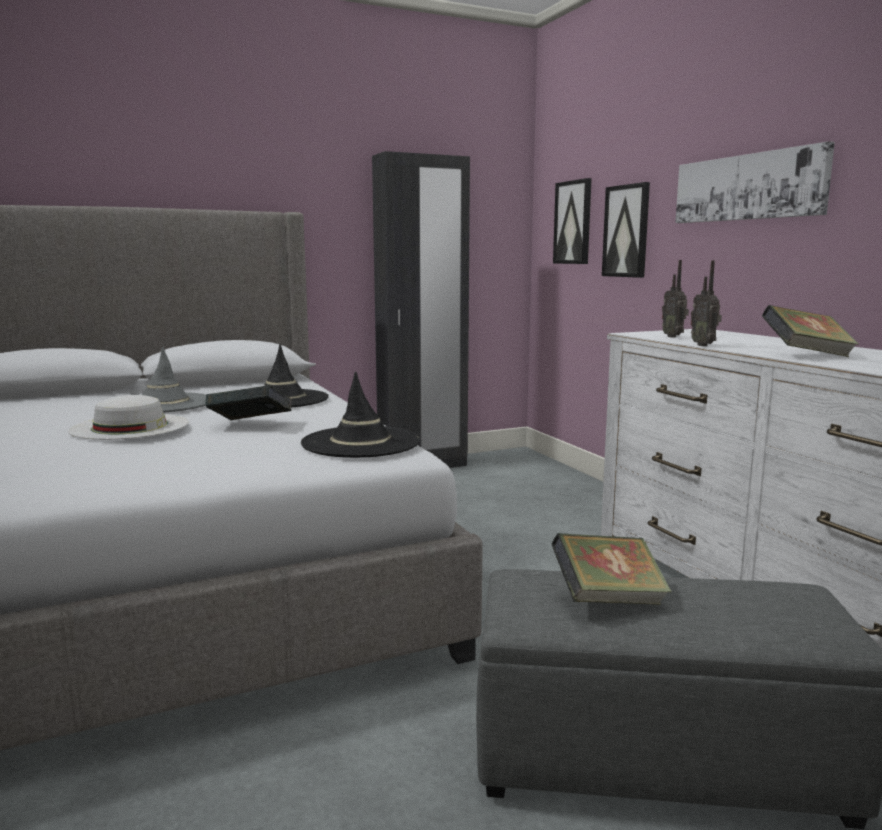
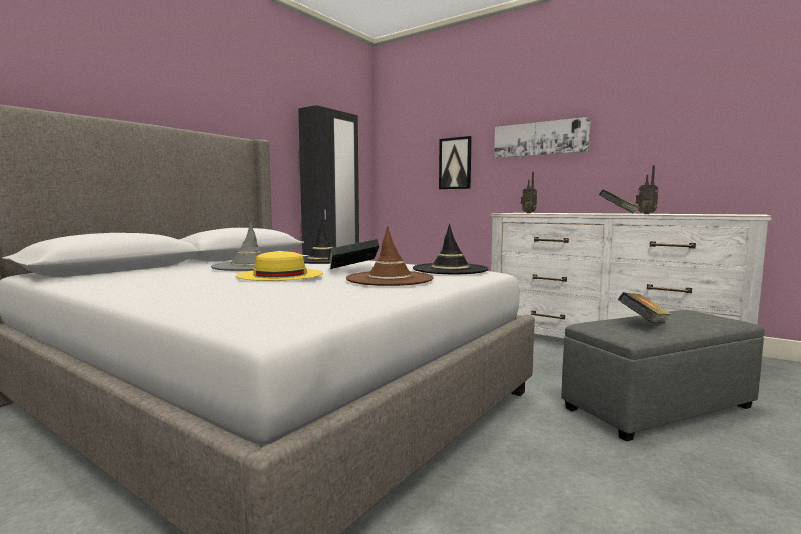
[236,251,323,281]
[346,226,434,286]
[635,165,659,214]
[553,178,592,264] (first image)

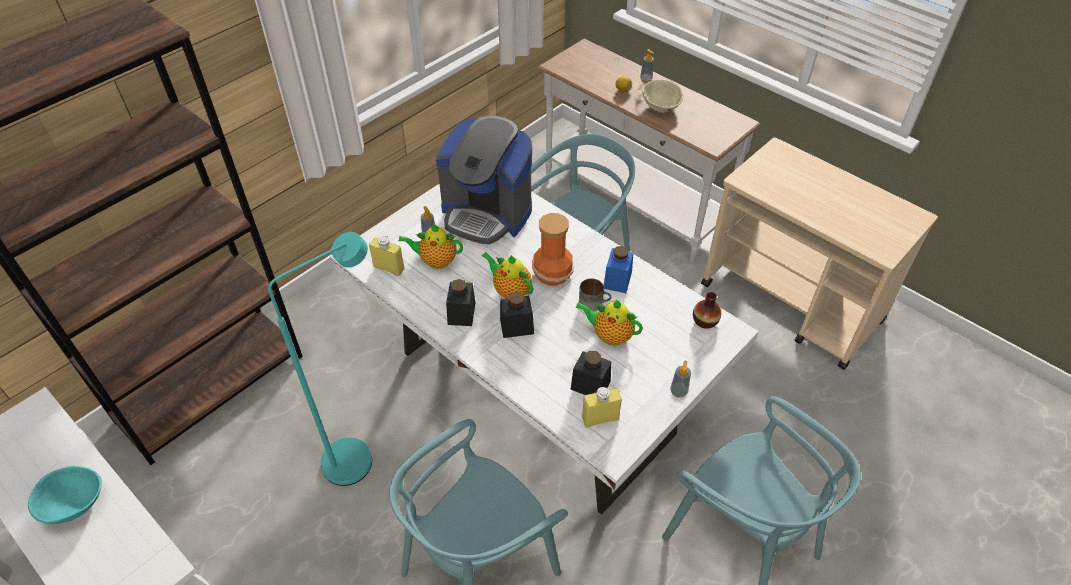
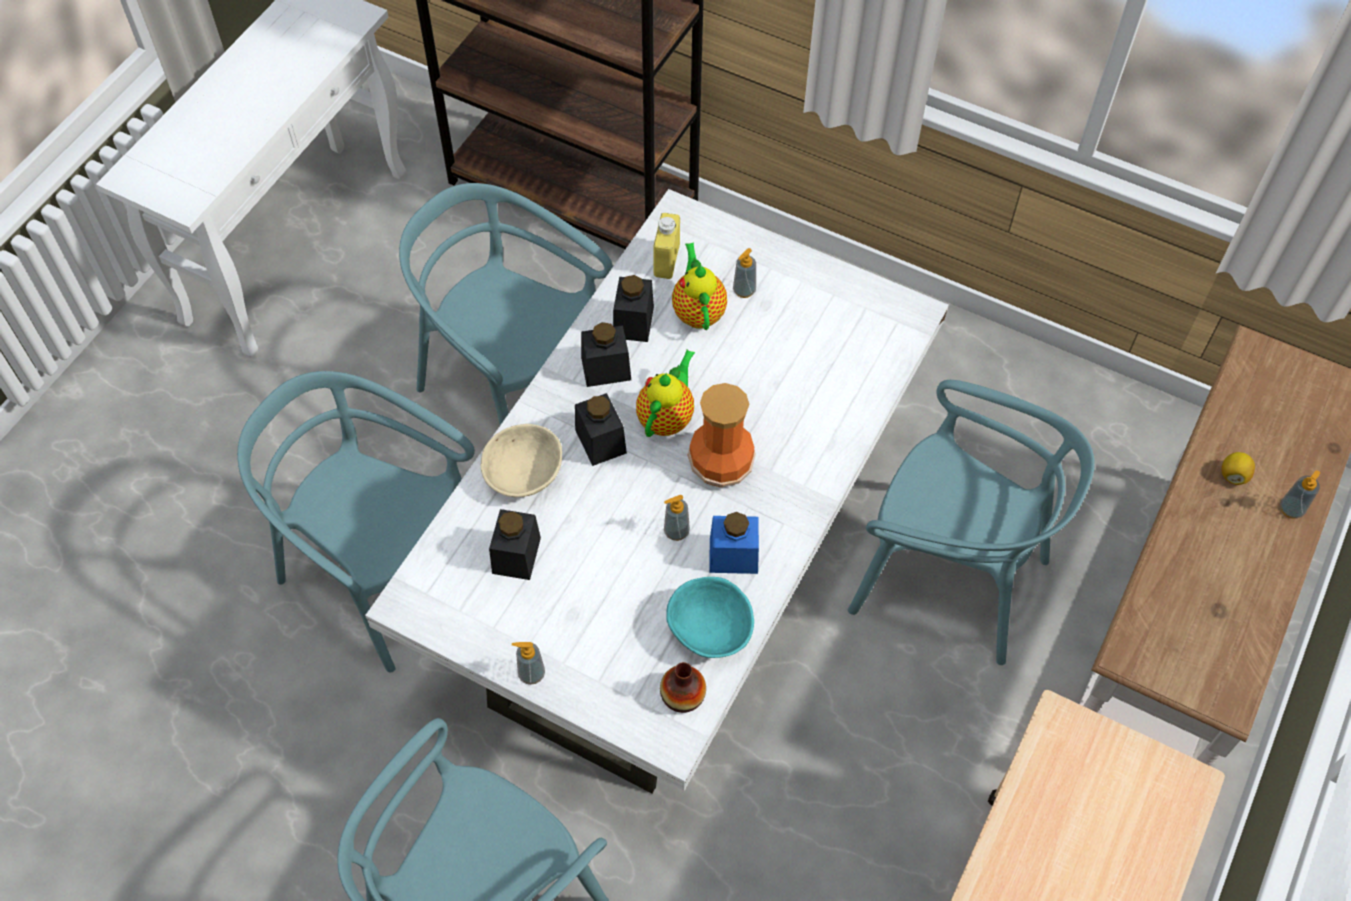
[399,183,613,425]
[480,424,562,497]
[613,275,654,342]
[664,495,690,541]
[666,577,754,658]
[436,116,532,244] (first image)
[576,299,643,346] (first image)
[582,387,622,428] (first image)

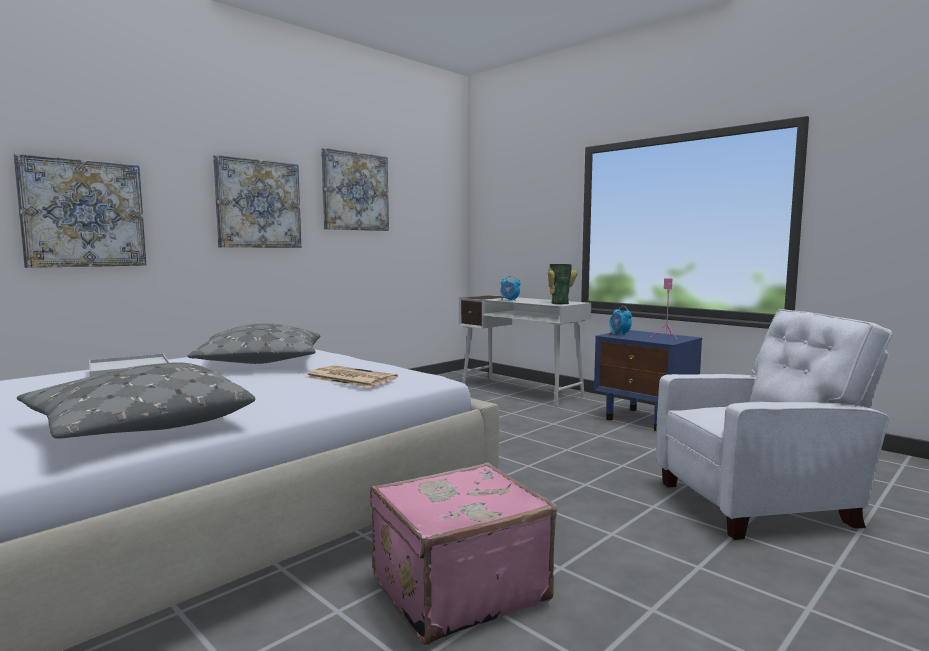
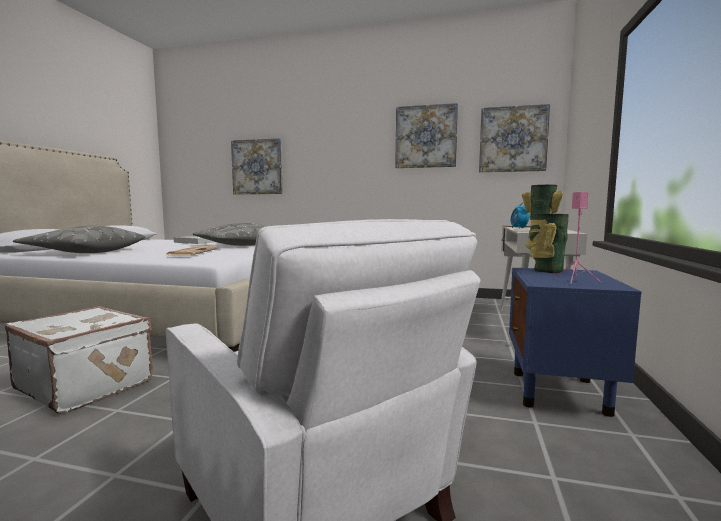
[5,306,153,414]
[479,104,550,172]
[526,214,569,273]

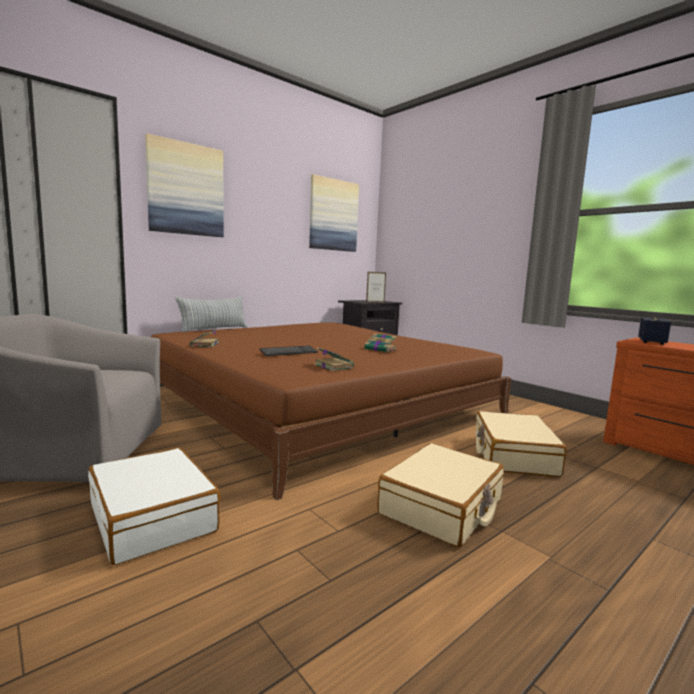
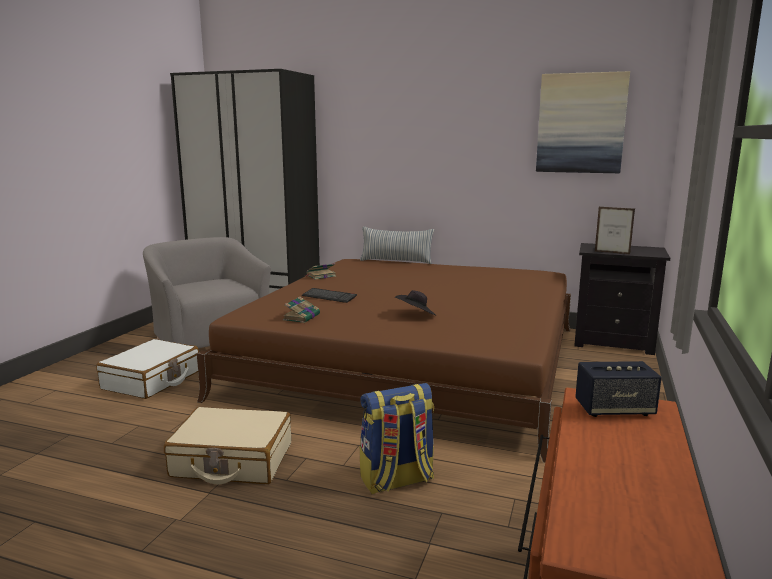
[360,383,434,494]
[395,290,436,315]
[145,134,224,237] (first image)

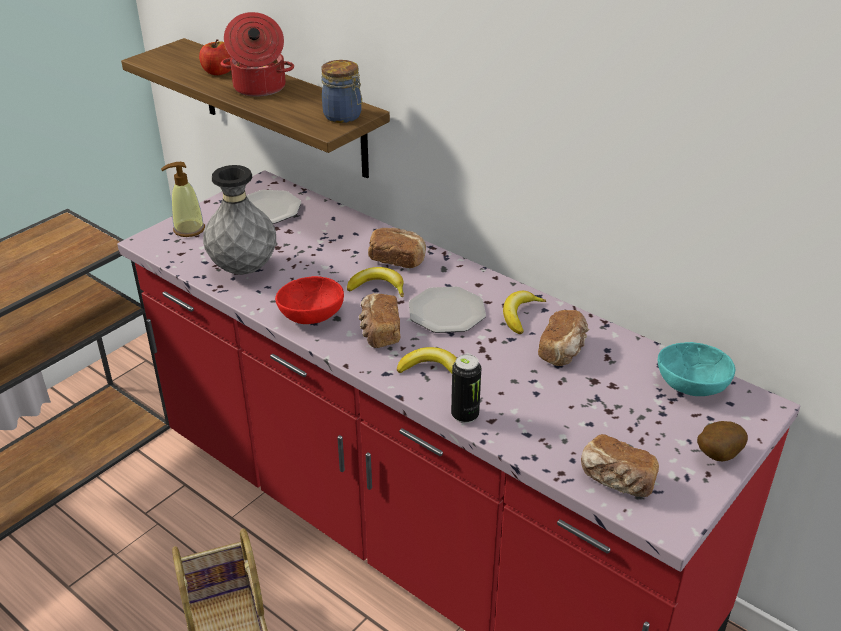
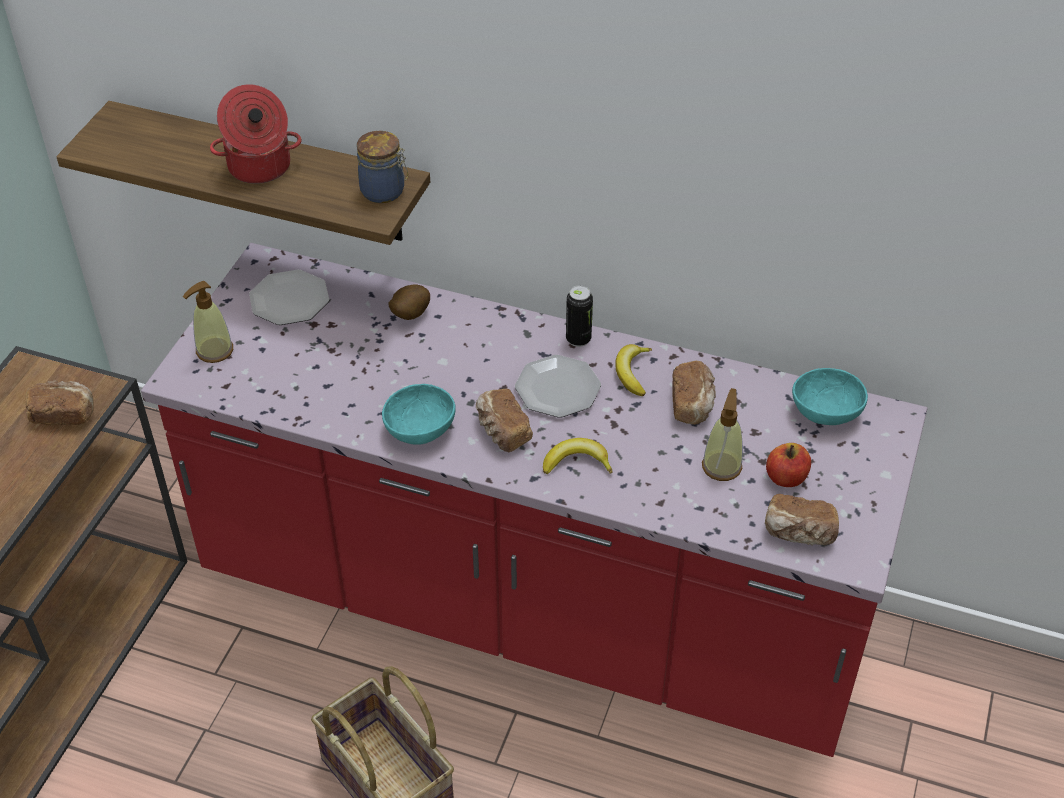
[25,380,94,425]
[382,384,456,445]
[389,284,430,320]
[566,285,593,347]
[702,388,743,481]
[766,443,811,487]
[203,165,276,275] (first image)
[347,267,404,297] (first image)

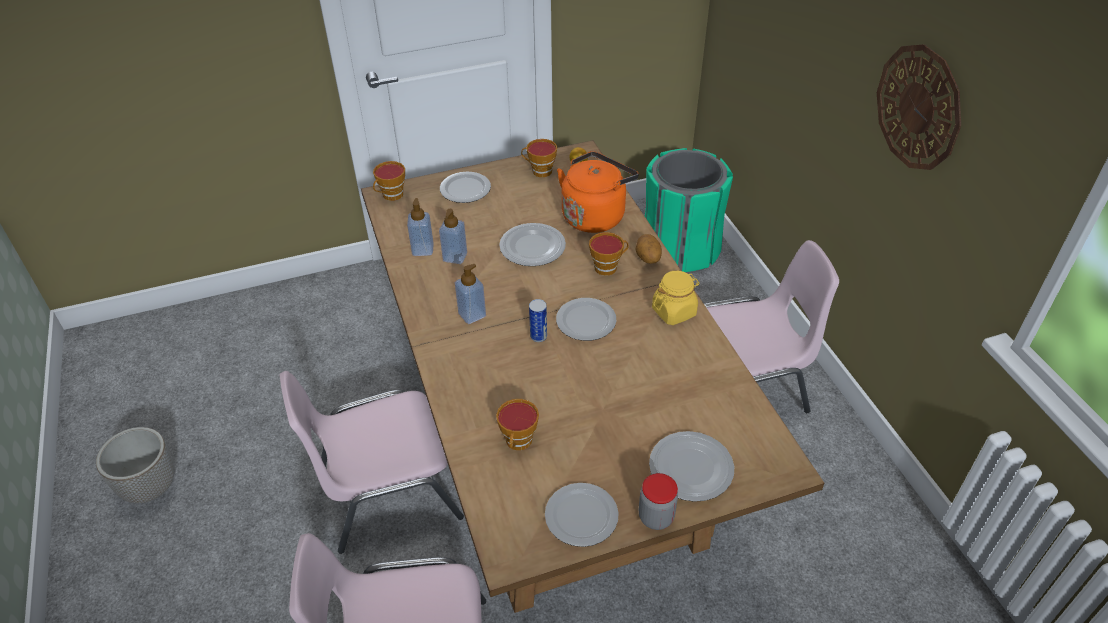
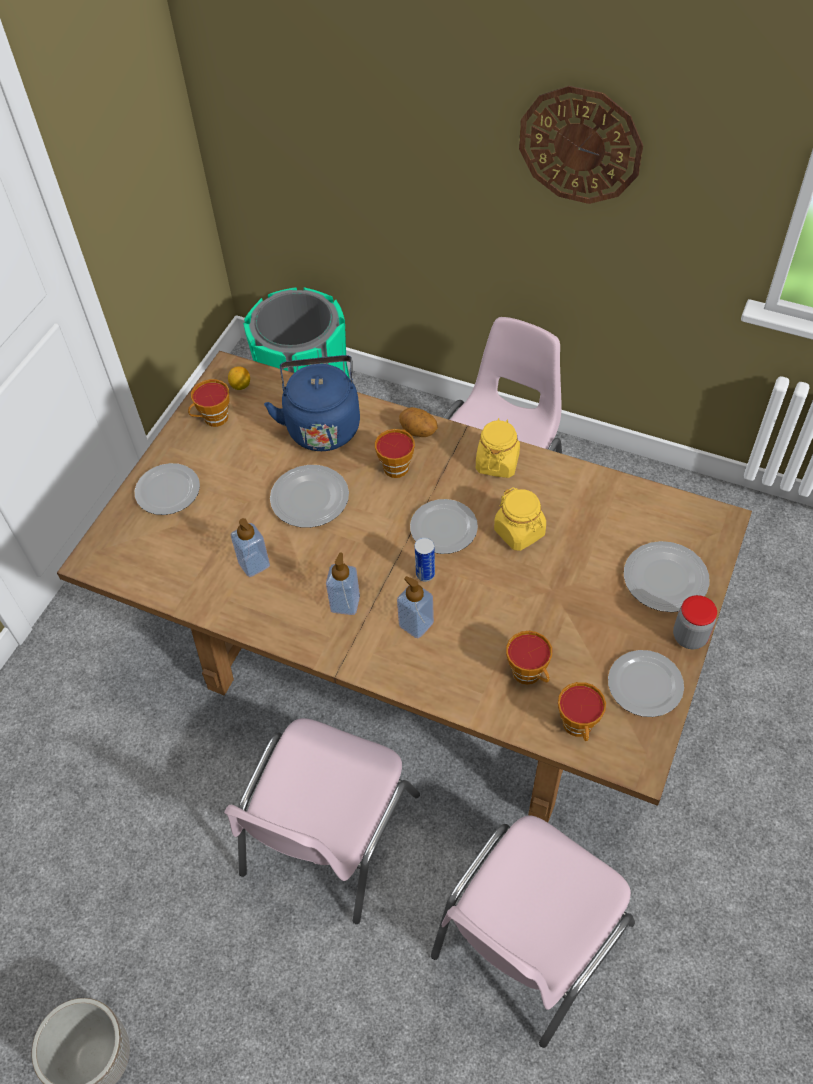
[264,355,360,451]
[397,576,434,638]
[494,487,546,551]
[558,682,606,741]

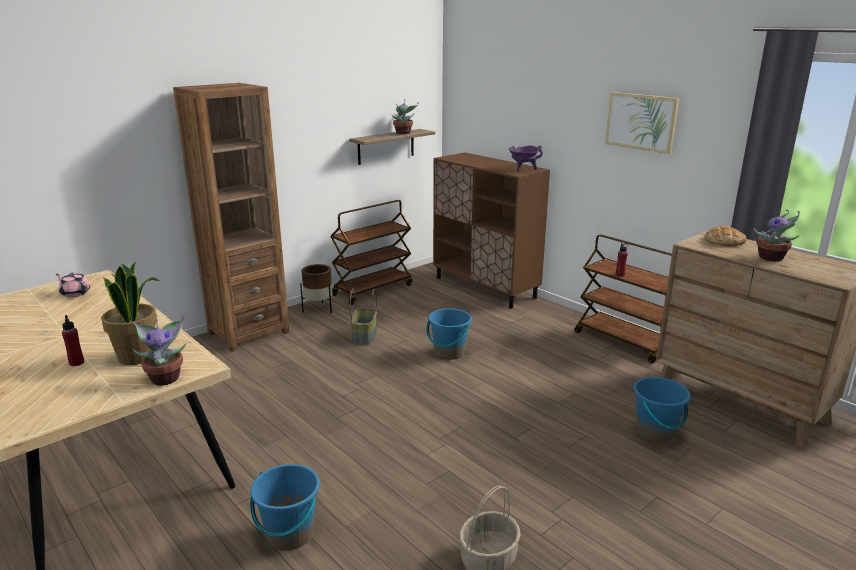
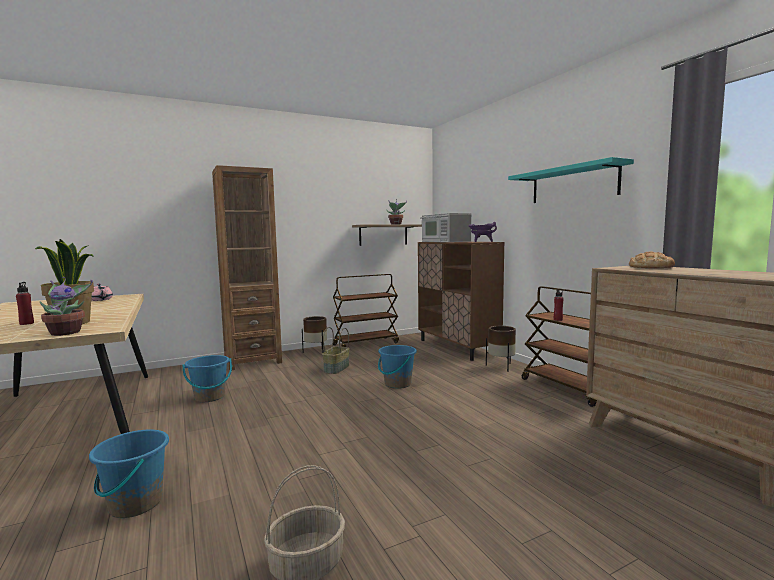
[182,355,232,402]
[420,213,471,242]
[486,326,516,372]
[508,157,634,203]
[753,210,800,261] (first image)

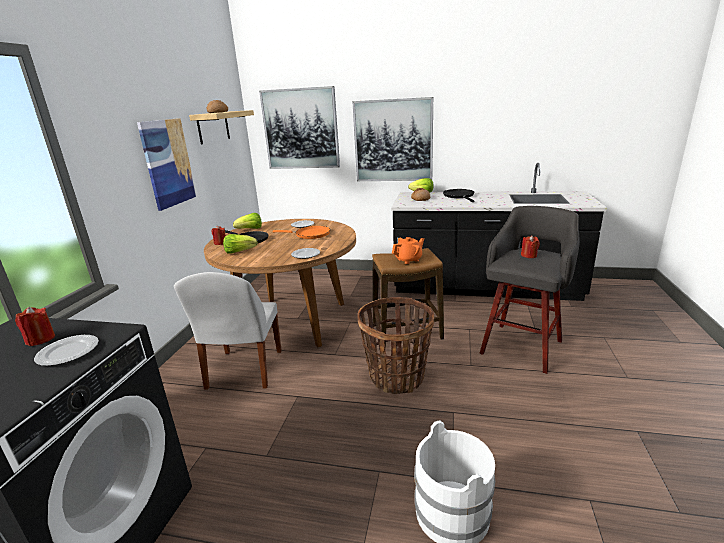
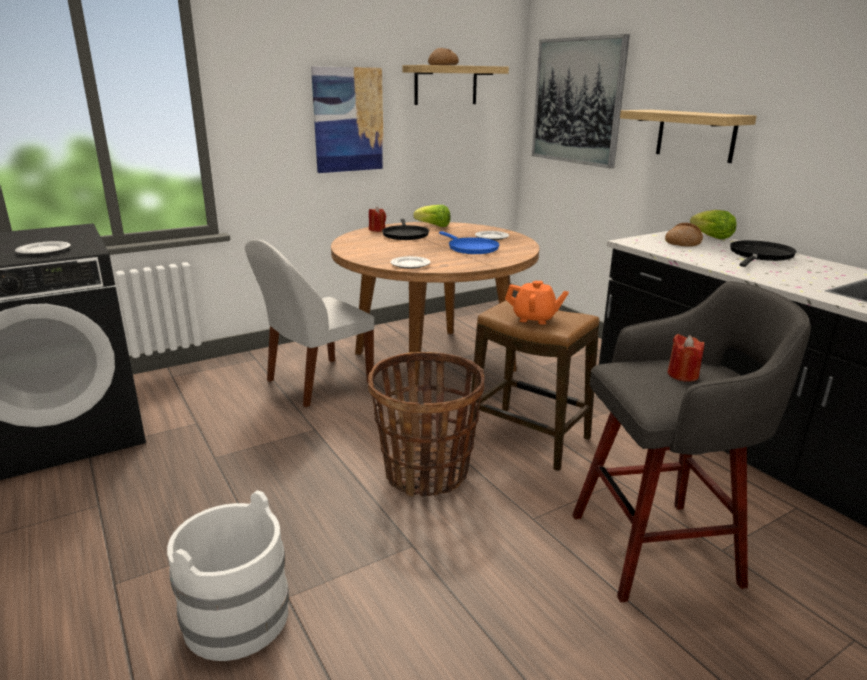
[439,231,500,254]
[620,110,757,163]
[15,307,55,346] (first image)
[223,234,257,254] (first image)

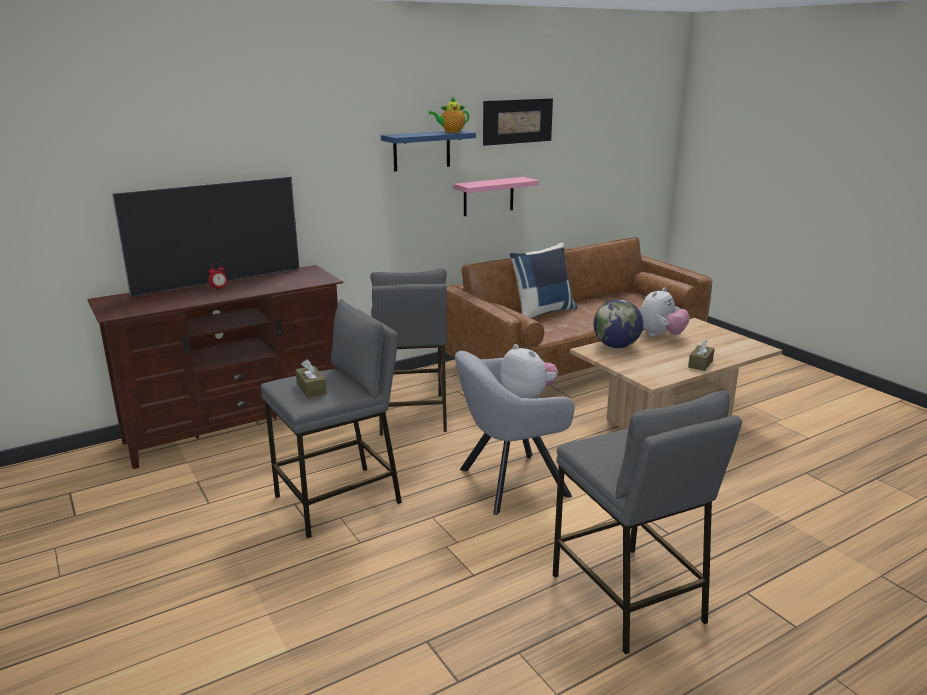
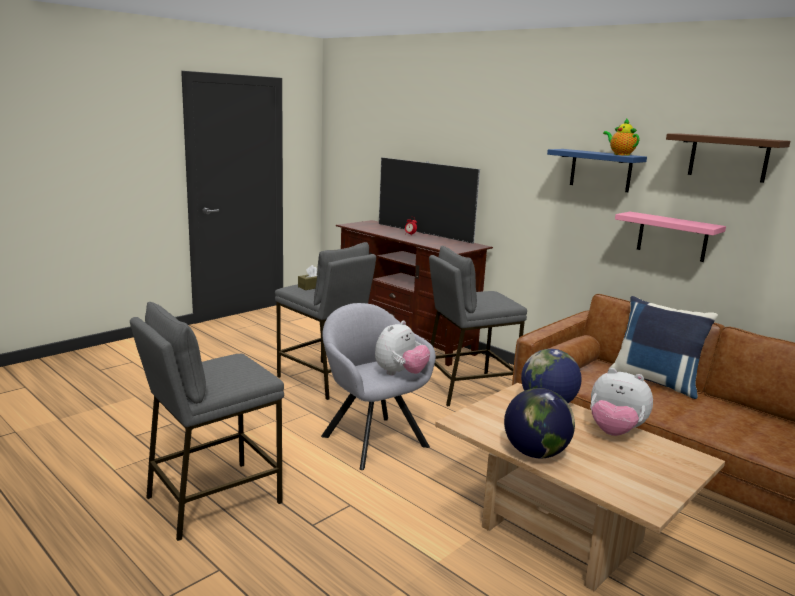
[504,388,575,458]
[666,134,790,183]

